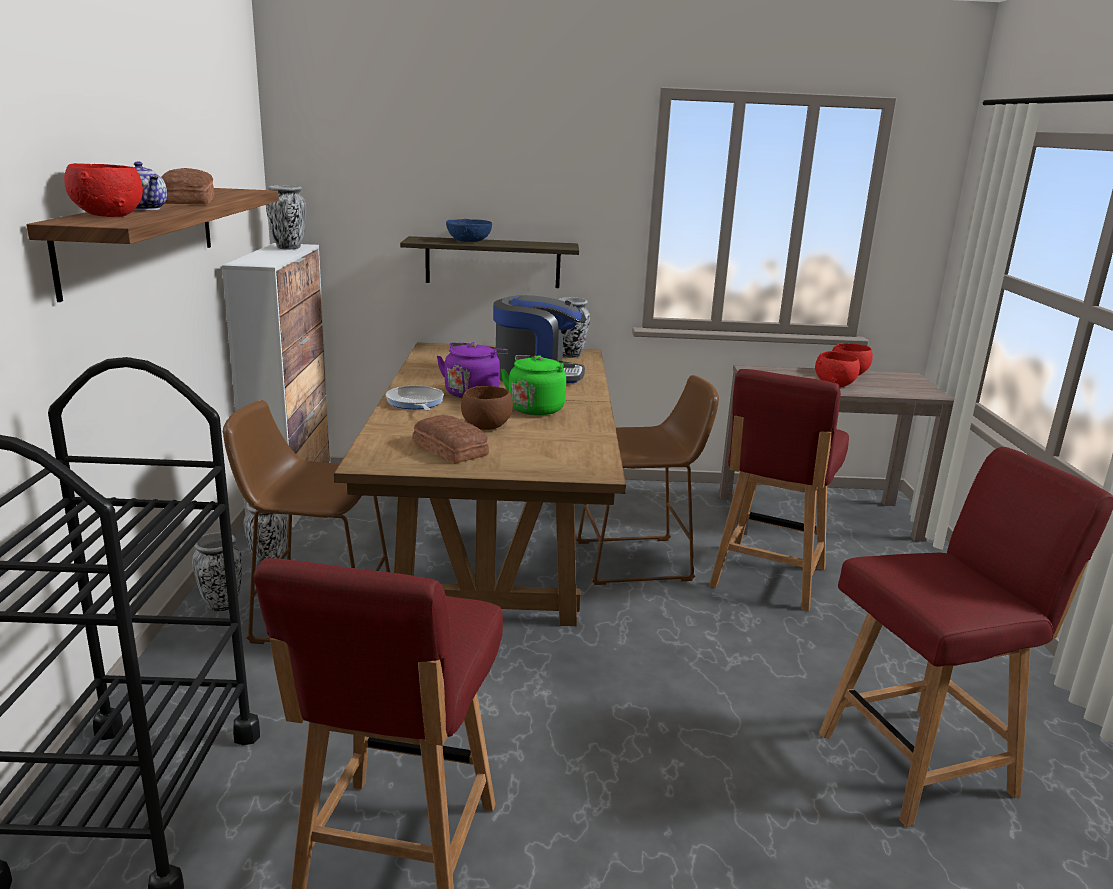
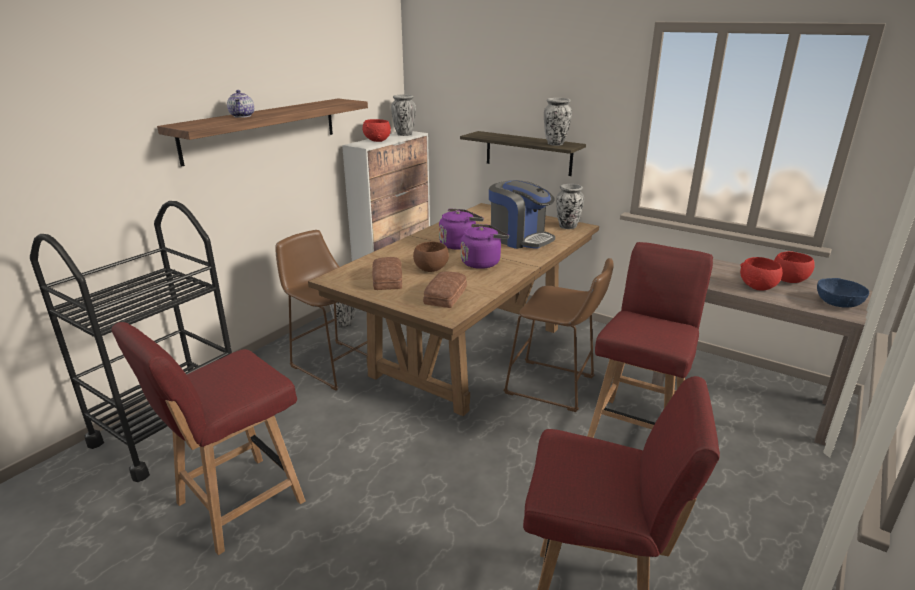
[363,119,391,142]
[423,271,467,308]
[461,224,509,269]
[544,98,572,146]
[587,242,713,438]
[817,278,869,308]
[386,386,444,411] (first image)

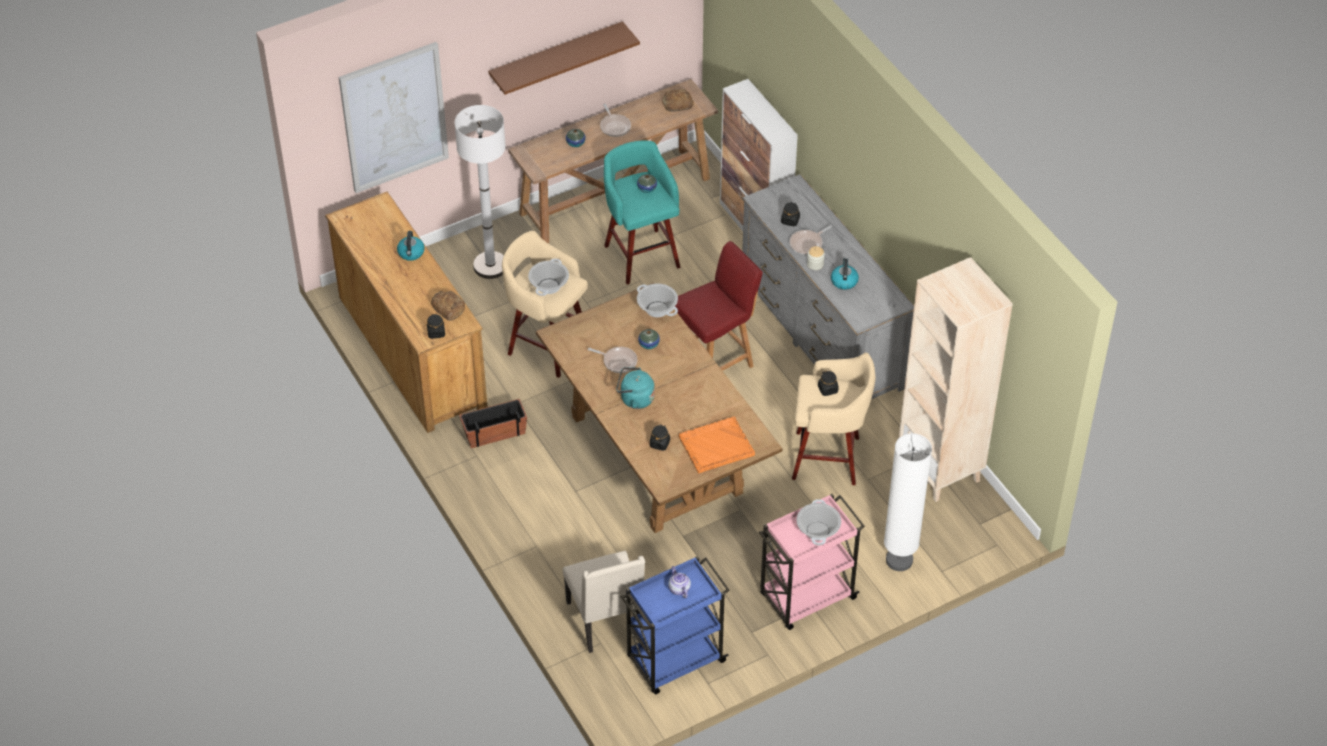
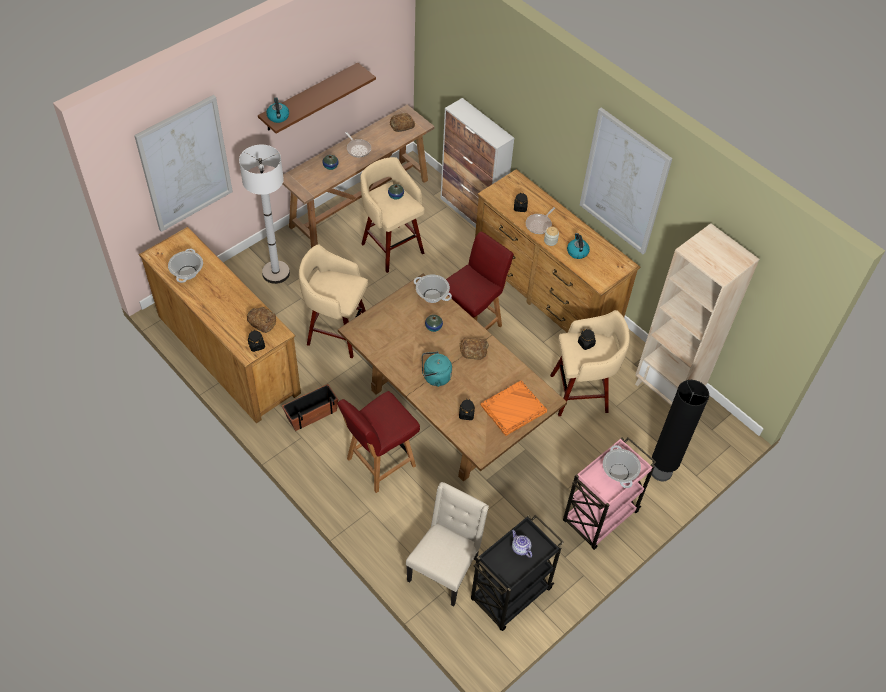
[168,249,203,283]
[266,98,289,123]
[337,391,420,493]
[360,157,425,273]
[406,482,489,606]
[459,338,489,360]
[471,514,564,631]
[475,169,640,333]
[580,107,672,254]
[652,380,709,482]
[588,347,638,373] (first image)

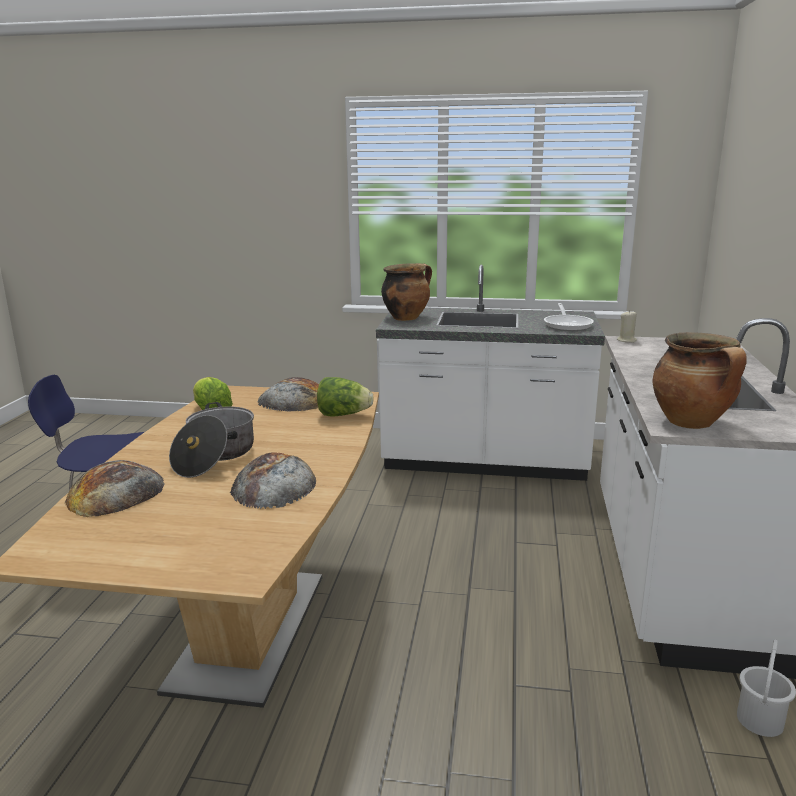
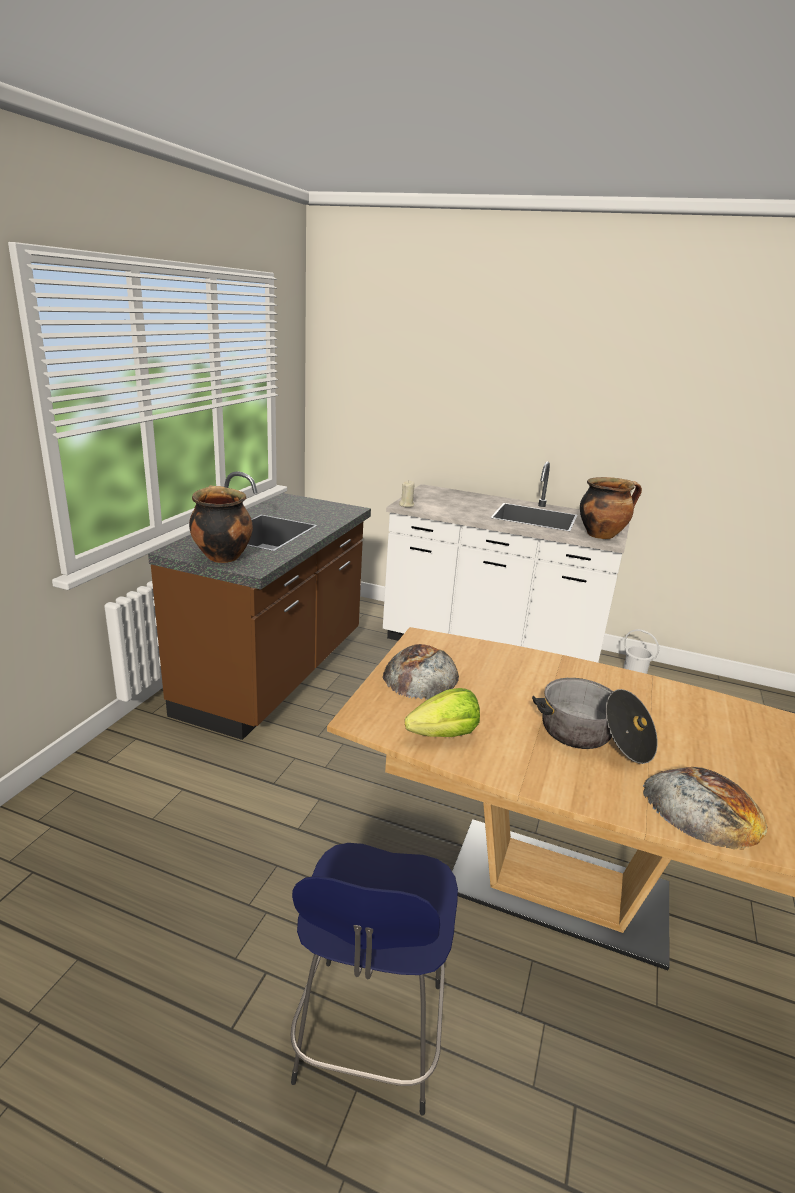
[148,471,371,740]
[230,452,316,509] (first image)
[317,377,374,416] (first image)
[544,303,594,331] (first image)

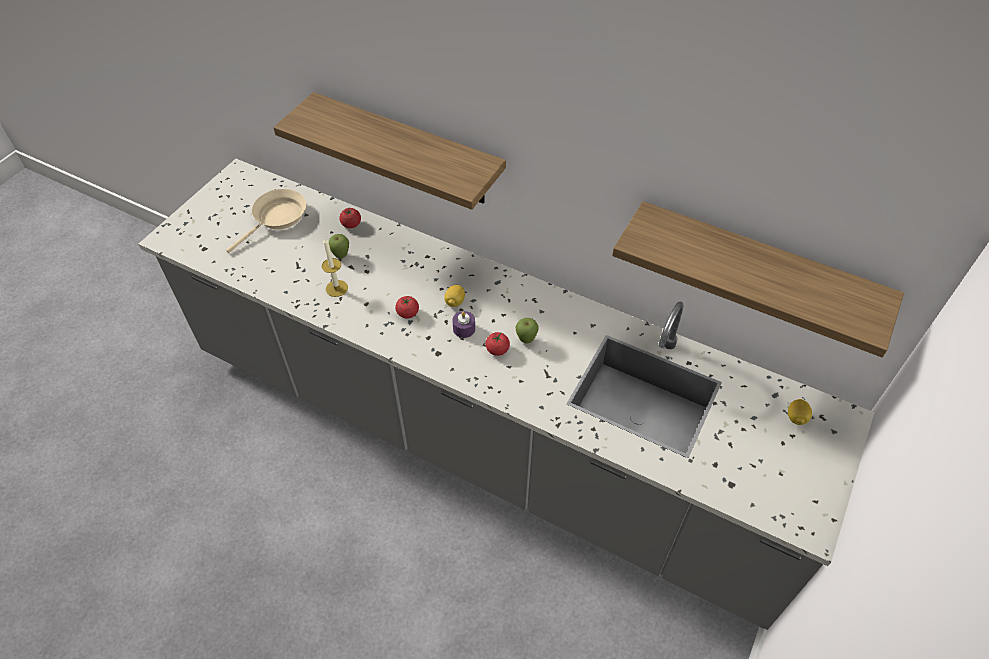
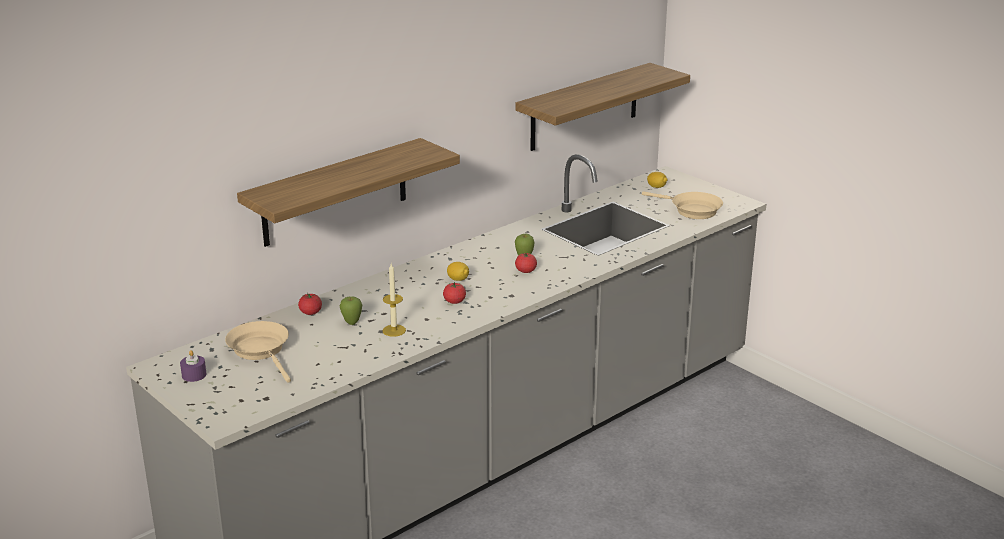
[180,350,207,382]
[642,191,723,219]

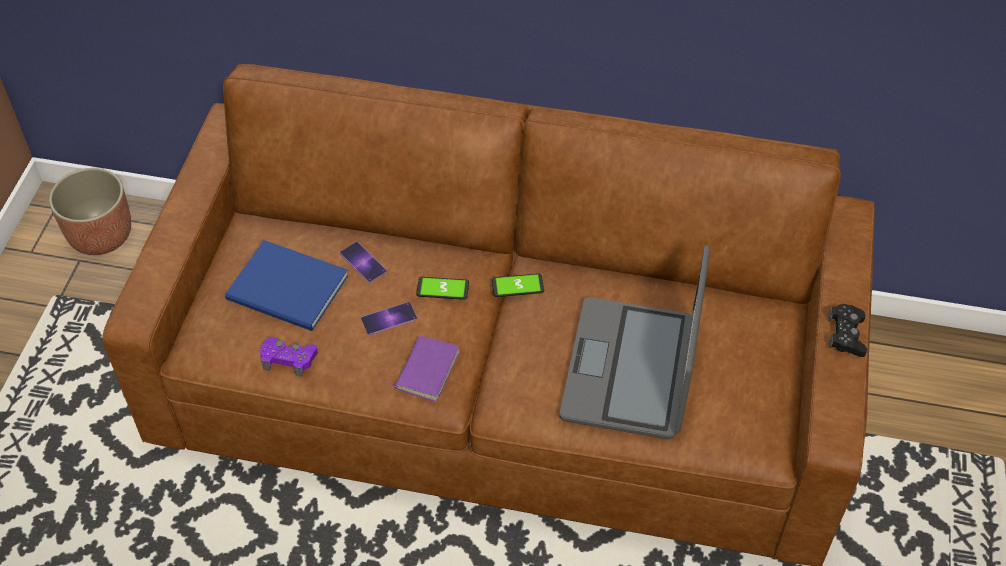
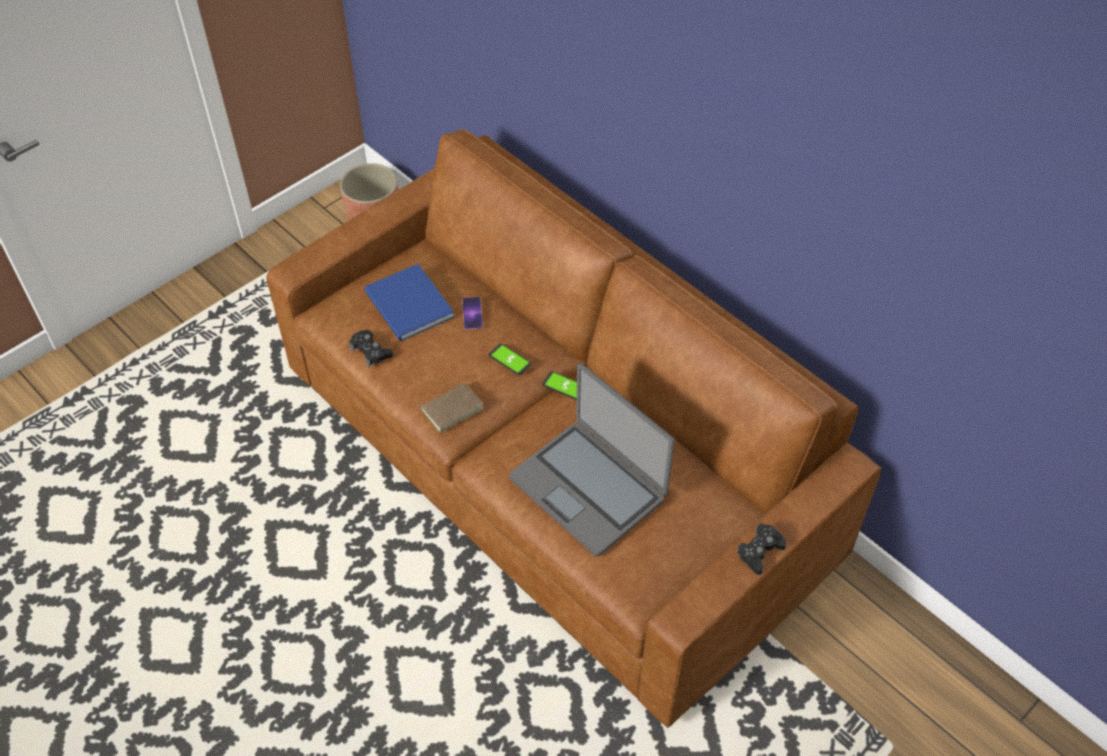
[349,330,393,367]
[415,382,484,433]
[509,363,675,556]
[361,302,417,335] (first image)

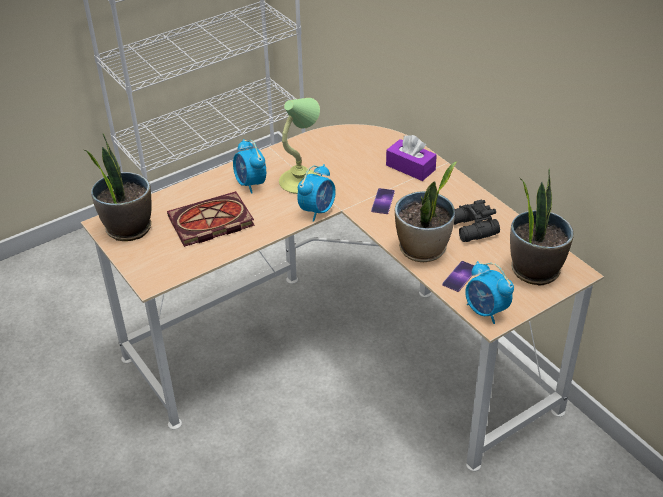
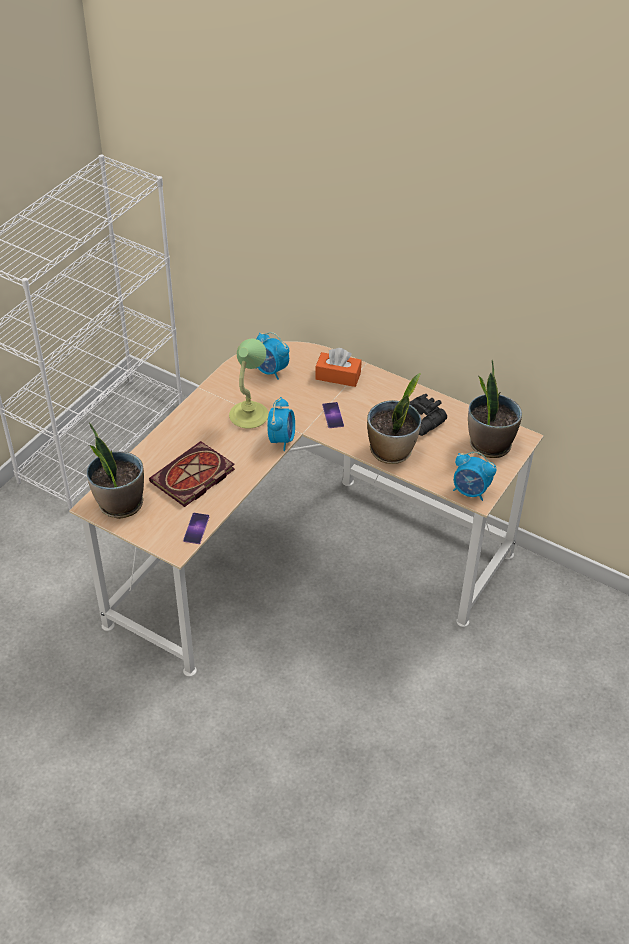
[183,513,209,544]
[256,332,289,380]
[315,348,361,387]

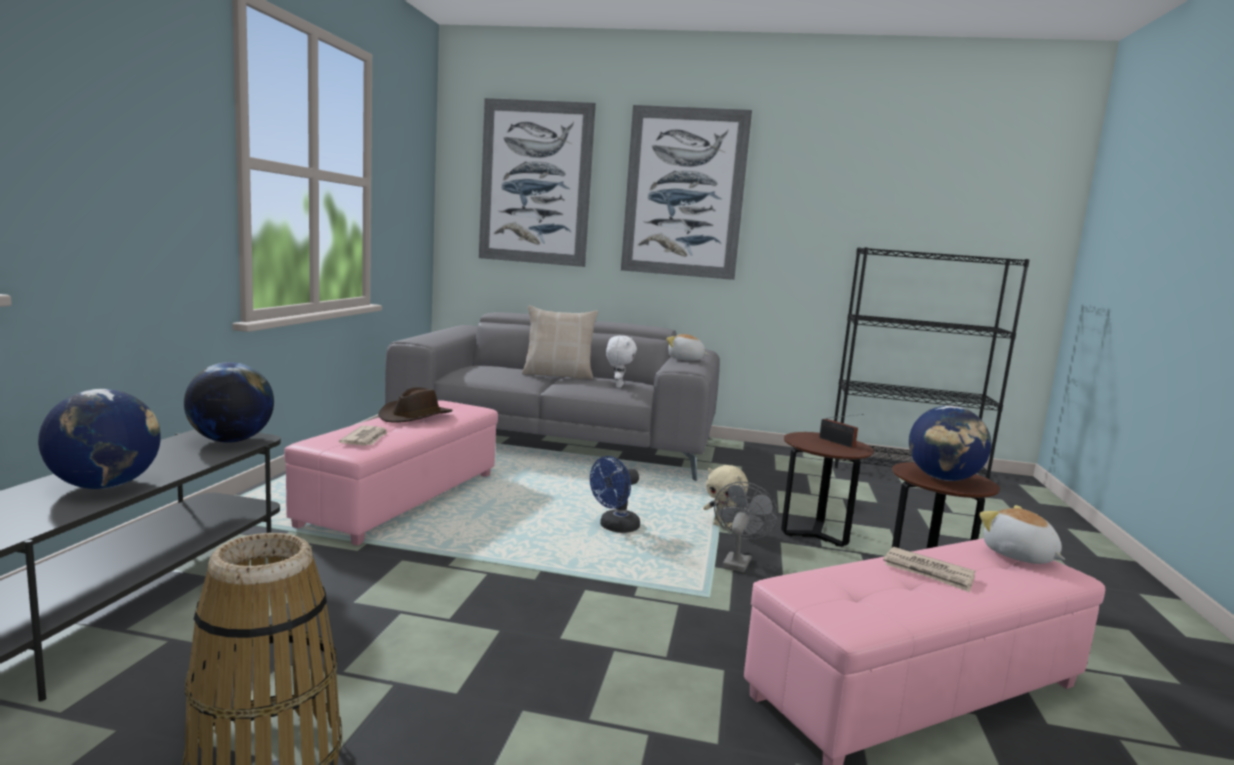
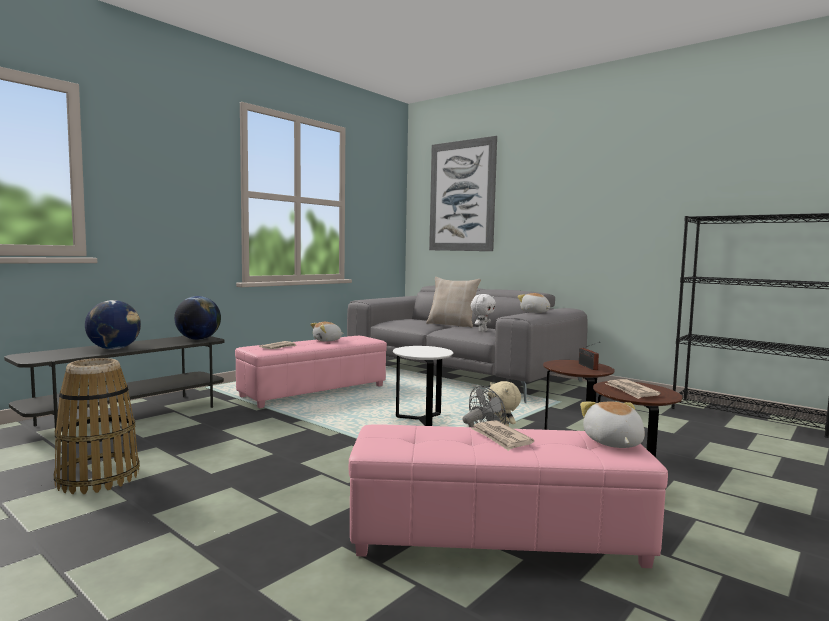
[310,322,344,342]
[393,346,453,426]
[605,379,661,399]
[621,105,752,280] (first image)

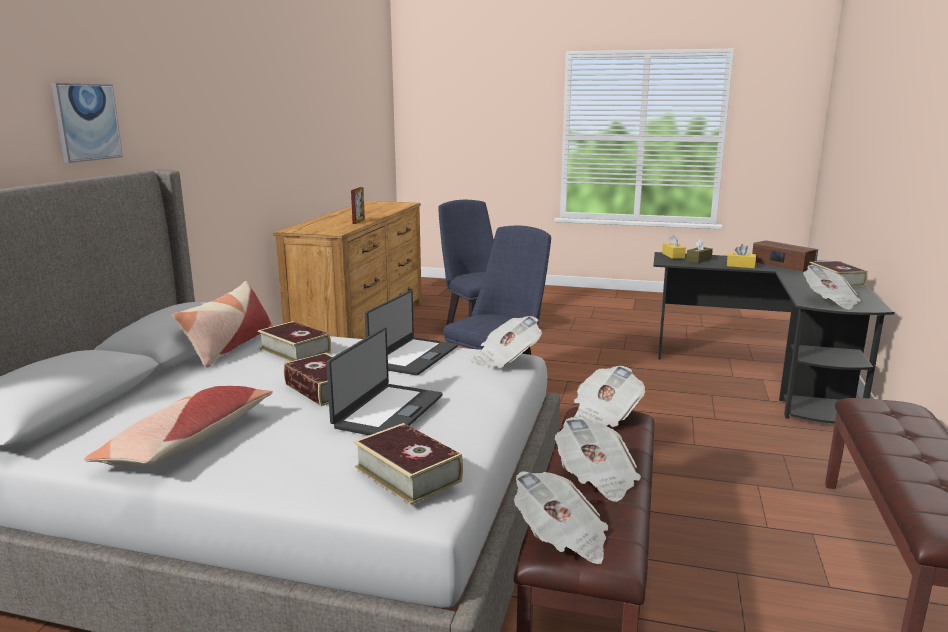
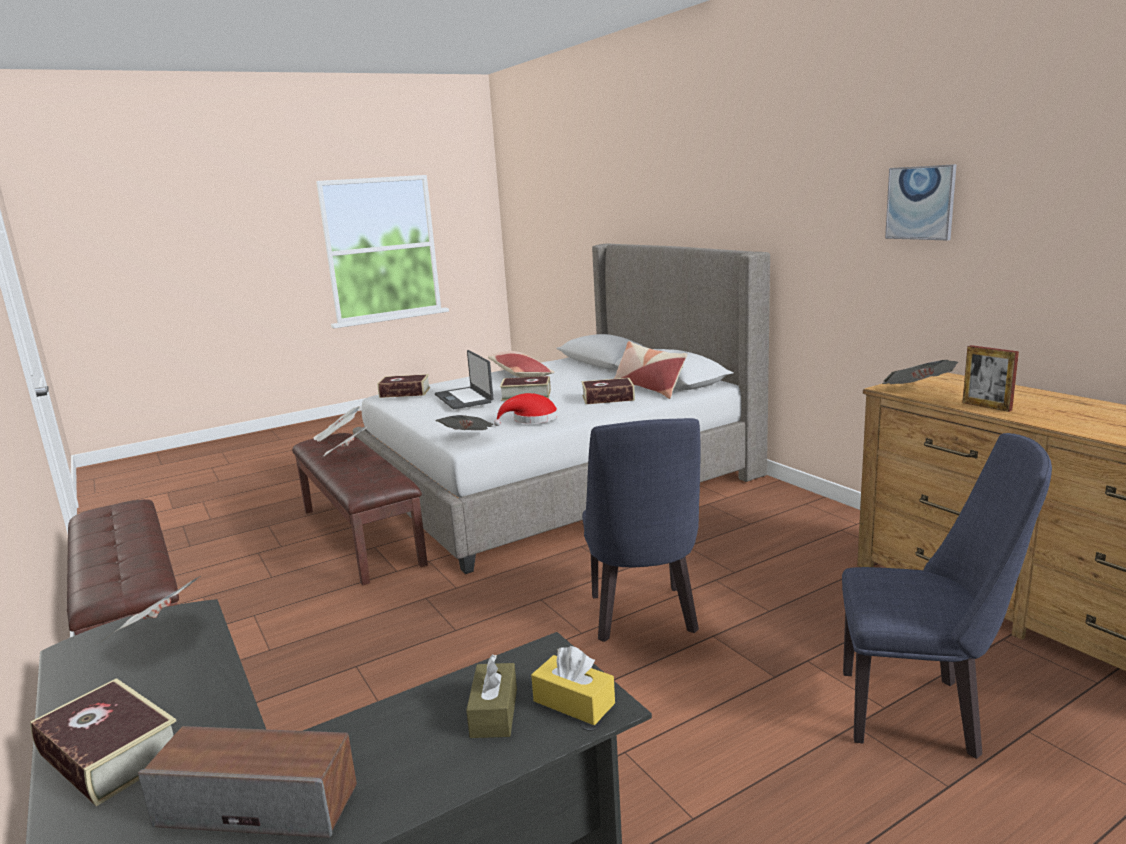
[494,393,558,426]
[882,360,958,384]
[885,164,957,240]
[727,244,756,268] (first image)

